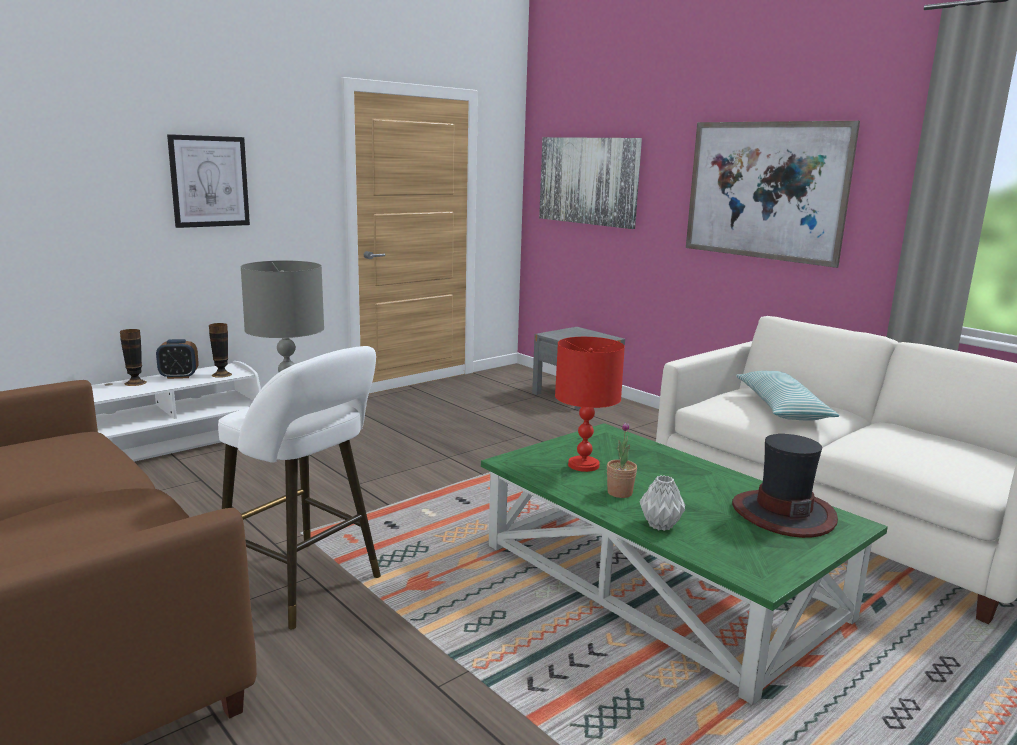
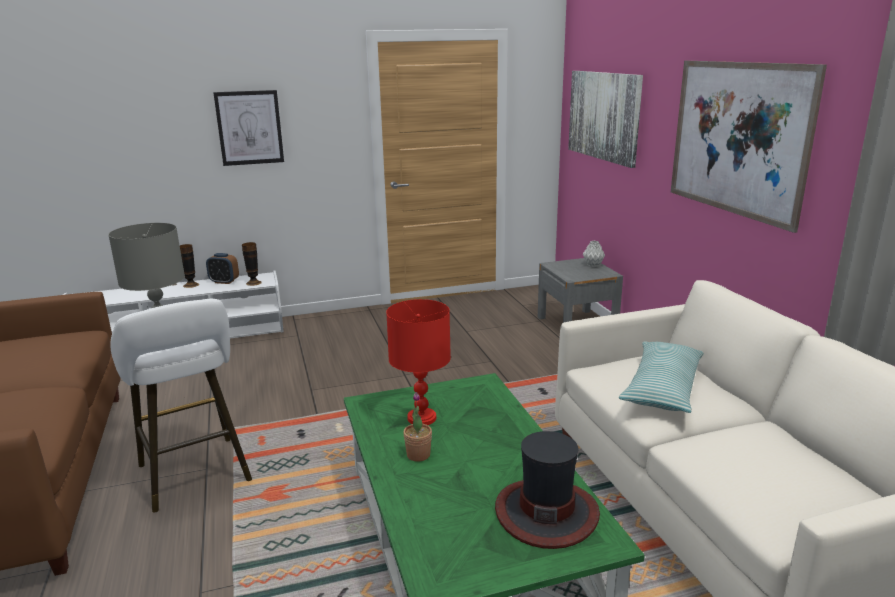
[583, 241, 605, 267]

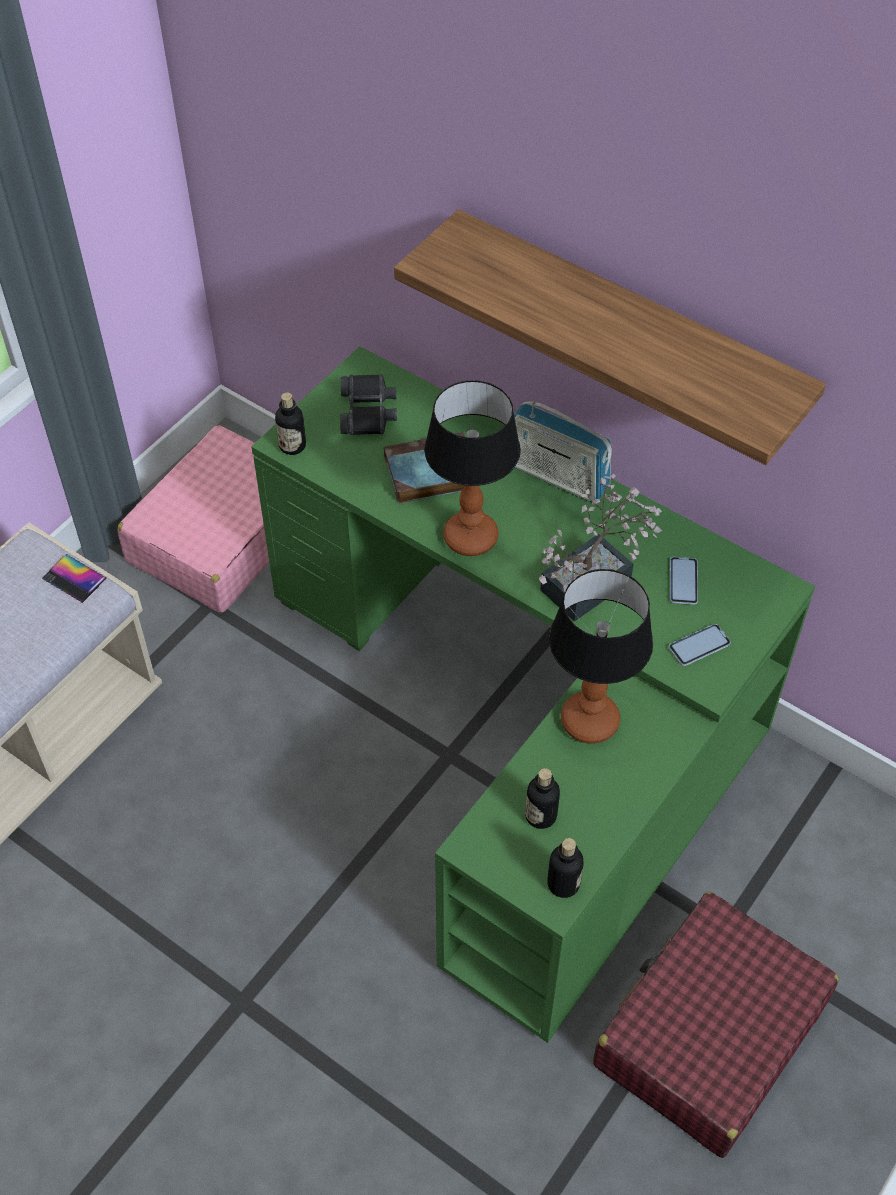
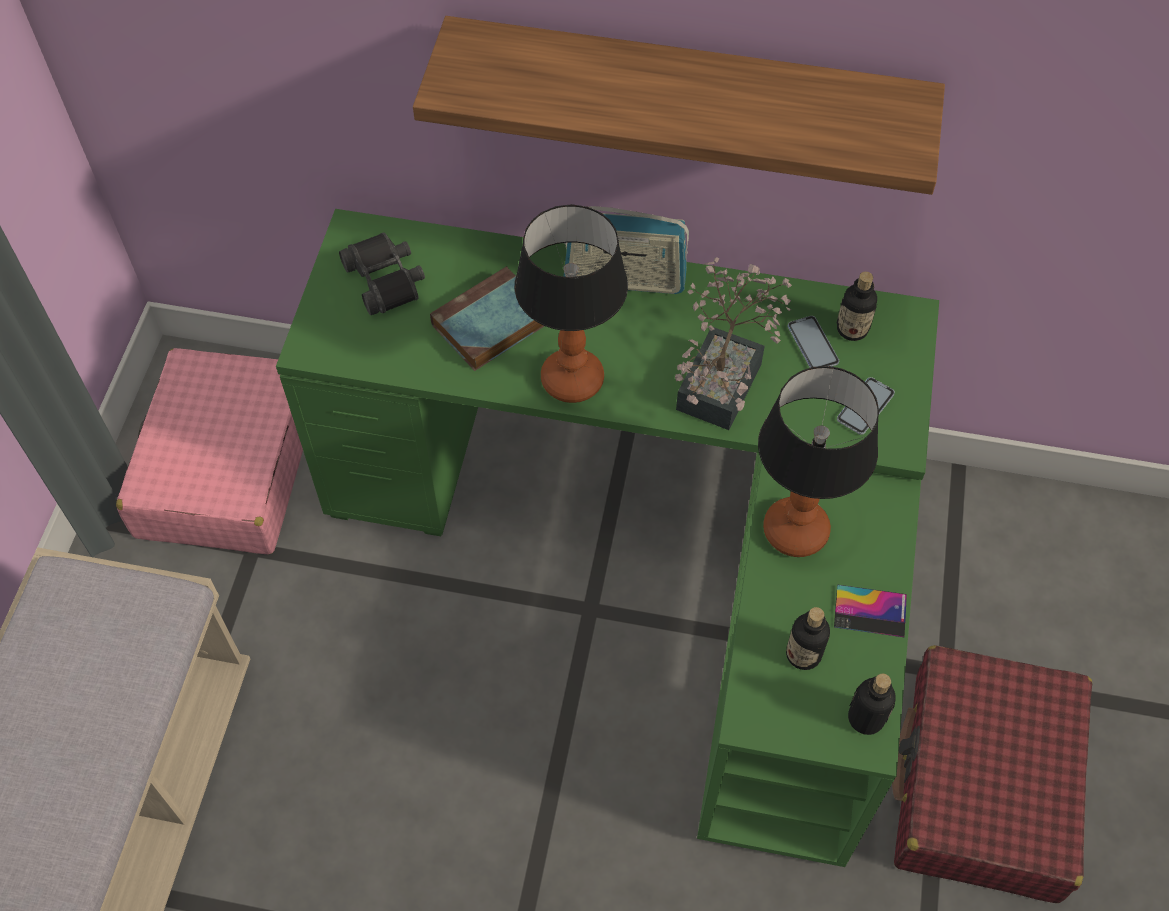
[834, 584, 907, 637]
[837, 272, 877, 341]

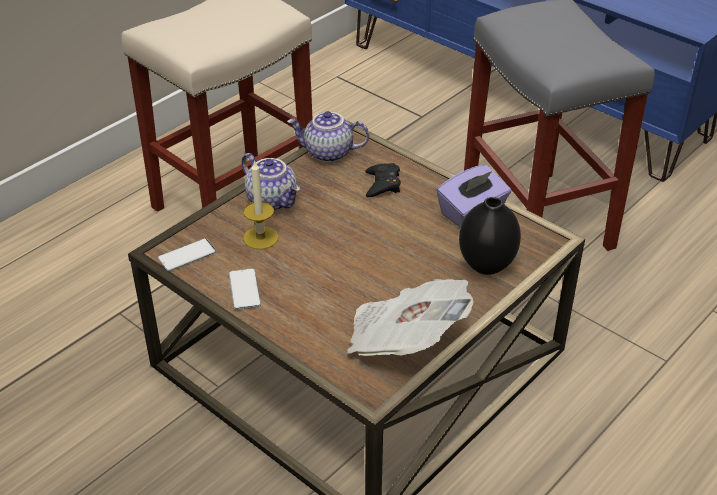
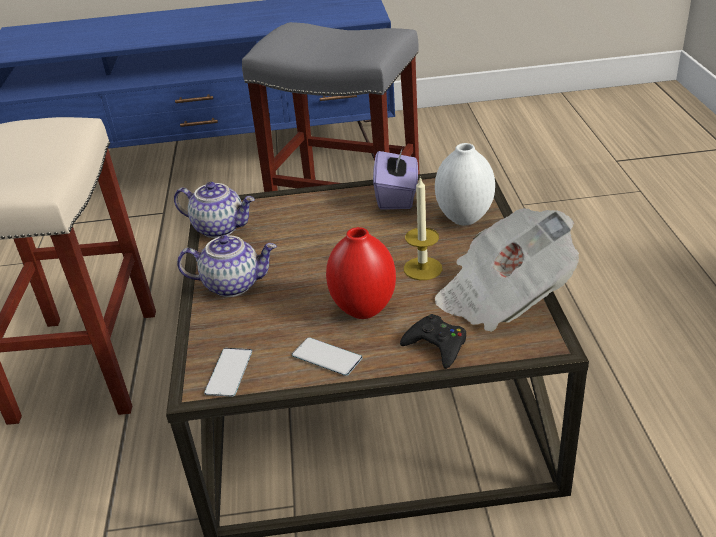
[174, 182, 255, 238]
[326, 227, 396, 319]
[400, 314, 466, 369]
[404, 176, 442, 280]
[435, 143, 495, 225]

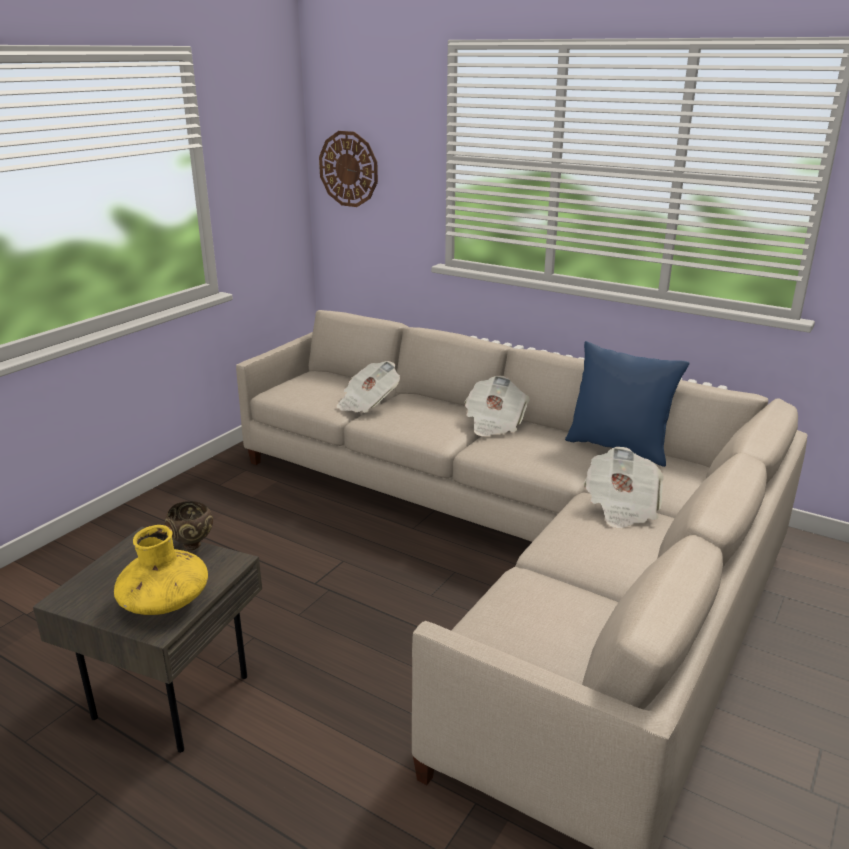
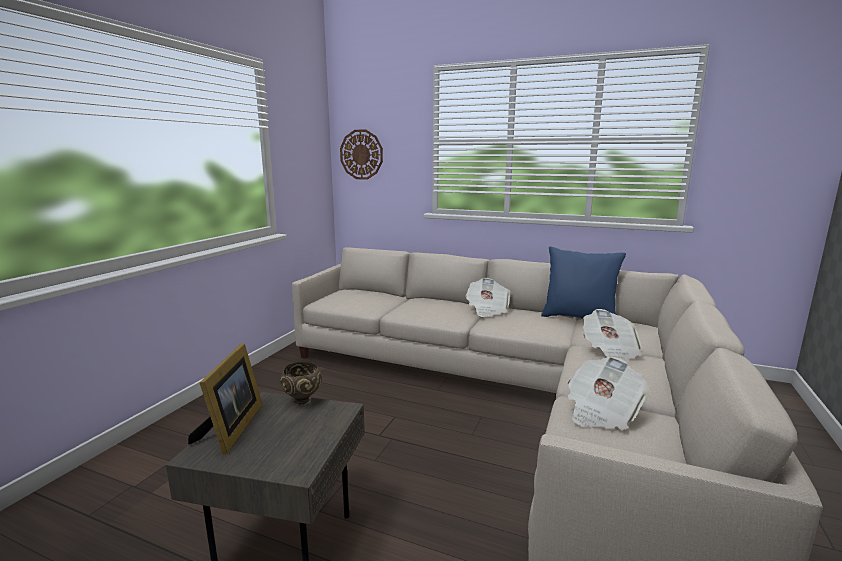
[188, 343, 262, 455]
[567, 357, 650, 430]
[114, 525, 208, 615] (first image)

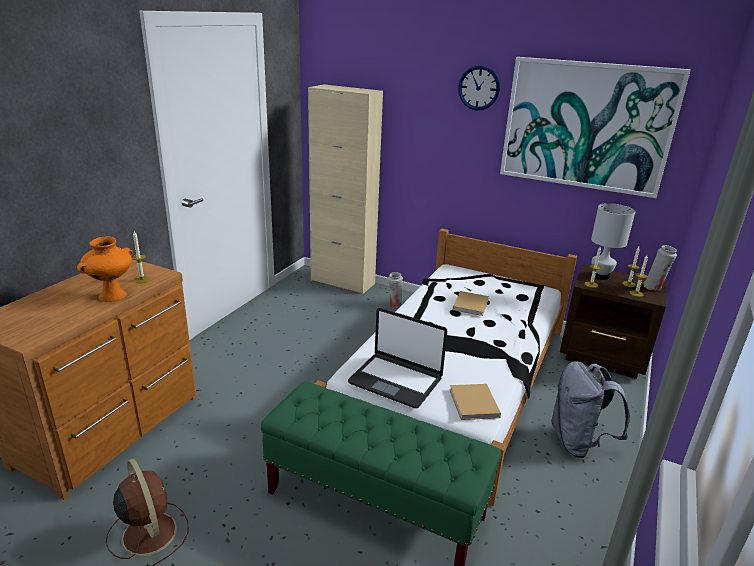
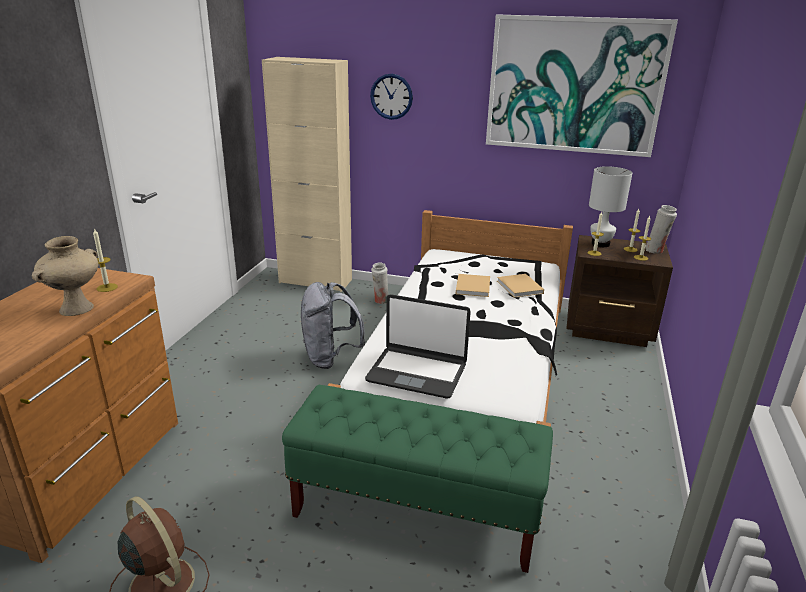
[32, 236, 99, 316]
[301, 282, 365, 369]
[370, 74, 413, 120]
[497, 274, 544, 298]

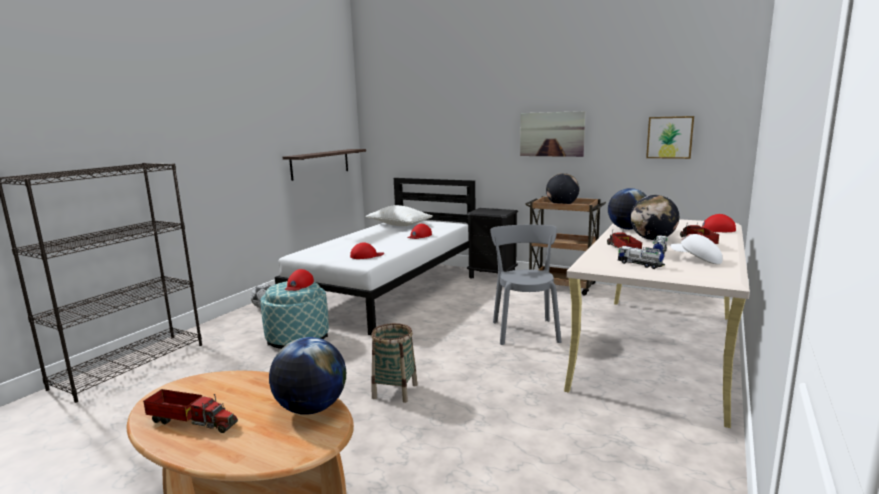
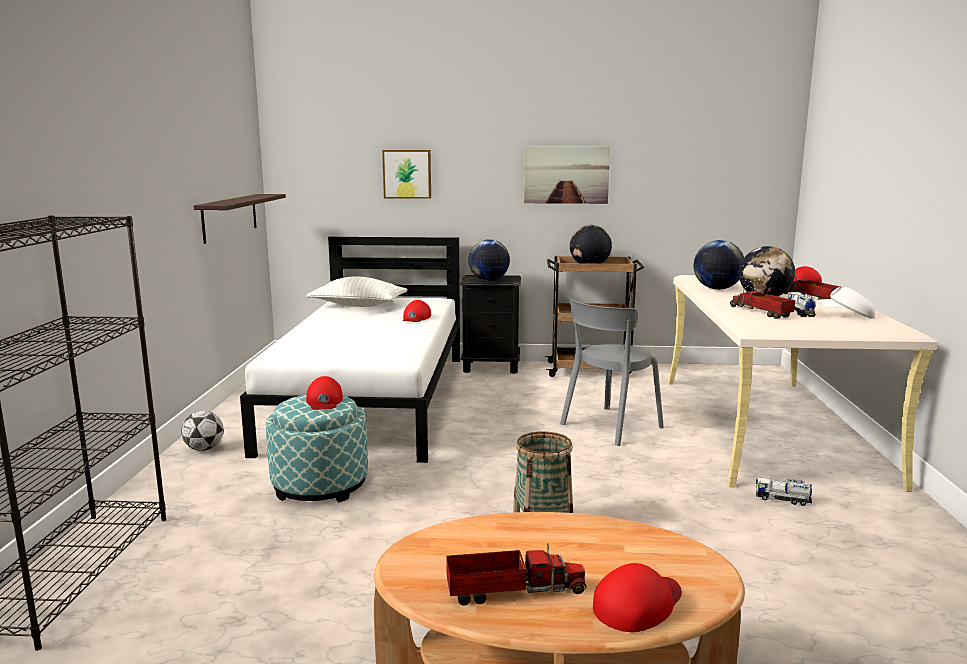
[382, 150, 431, 199]
[469, 239, 510, 281]
[560, 295, 664, 446]
[593, 563, 682, 632]
[756, 477, 812, 506]

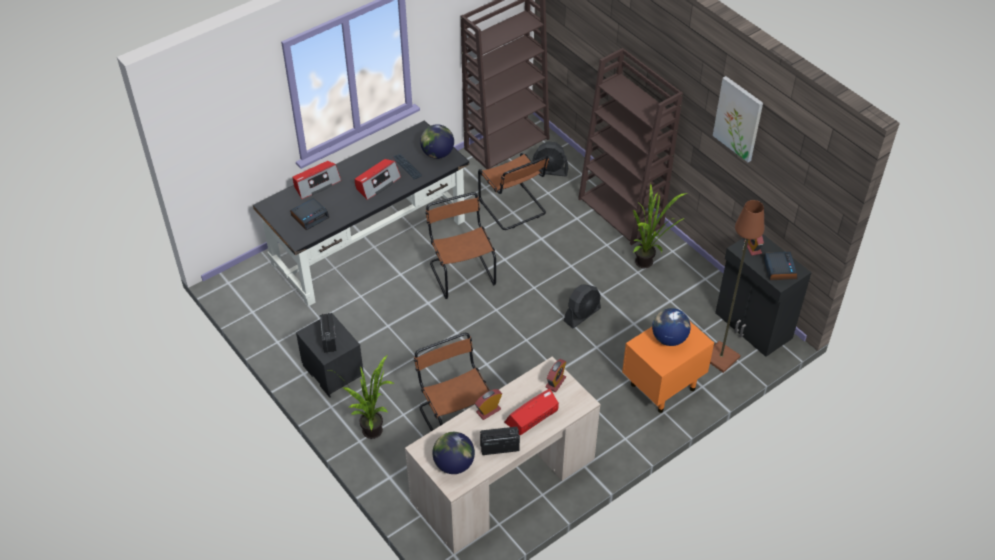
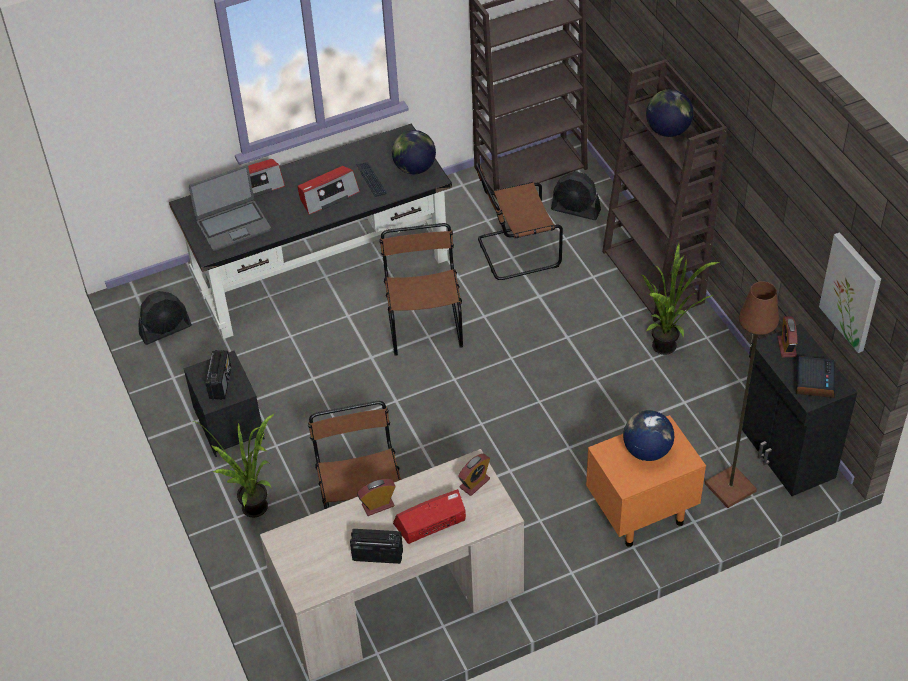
[139, 291, 192, 345]
[189, 165, 271, 251]
[476, 163, 563, 280]
[646, 89, 693, 137]
[819, 232, 881, 353]

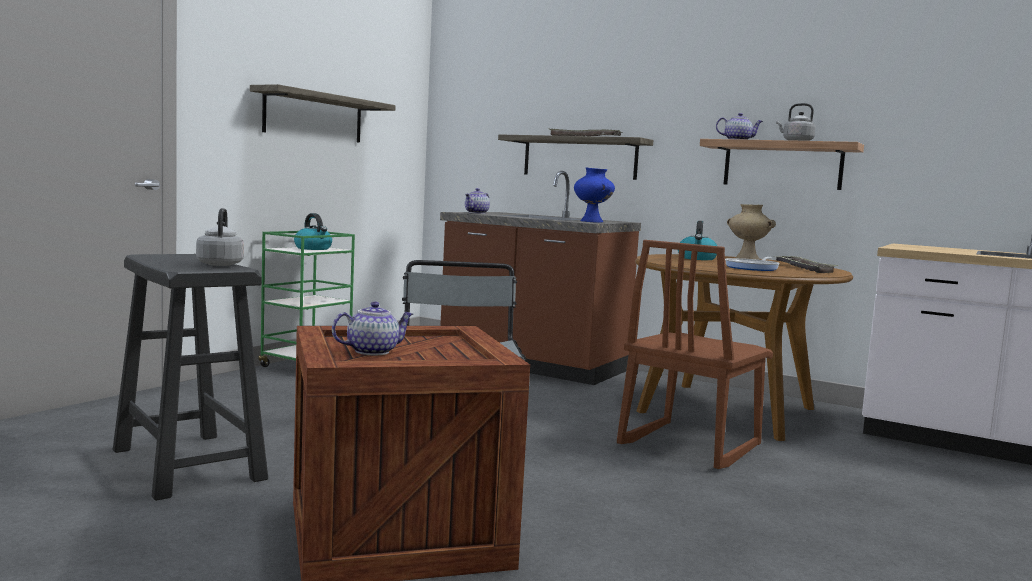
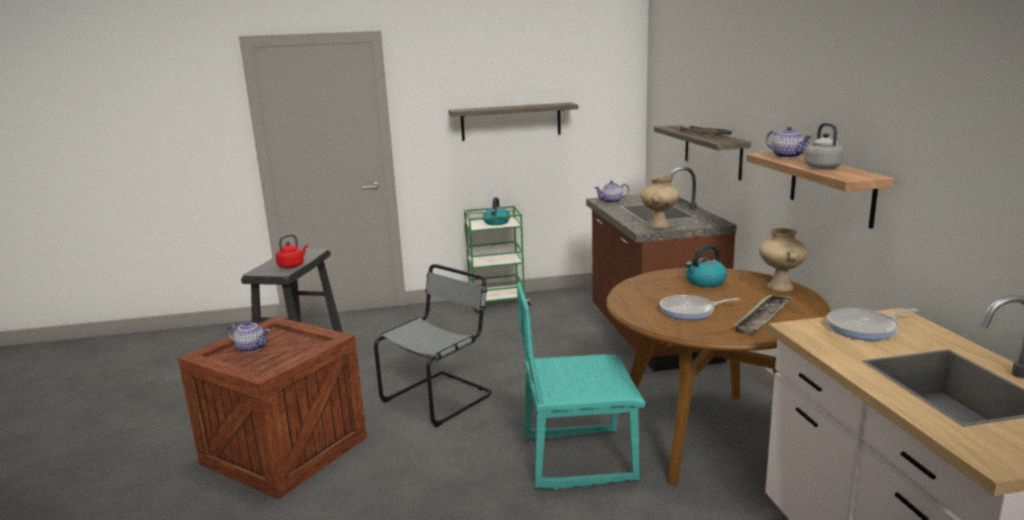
[276, 234, 308, 268]
[517, 282, 646, 489]
[641, 176, 680, 229]
[826, 308, 918, 340]

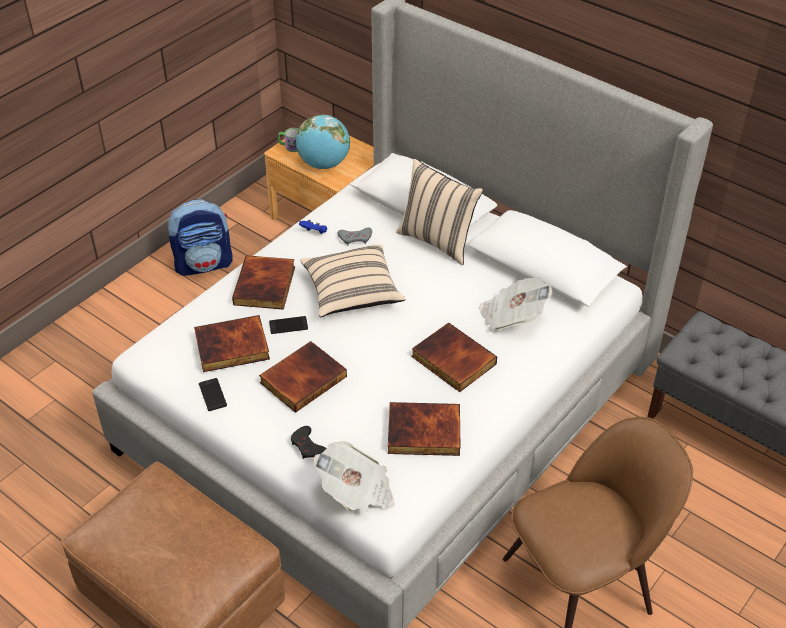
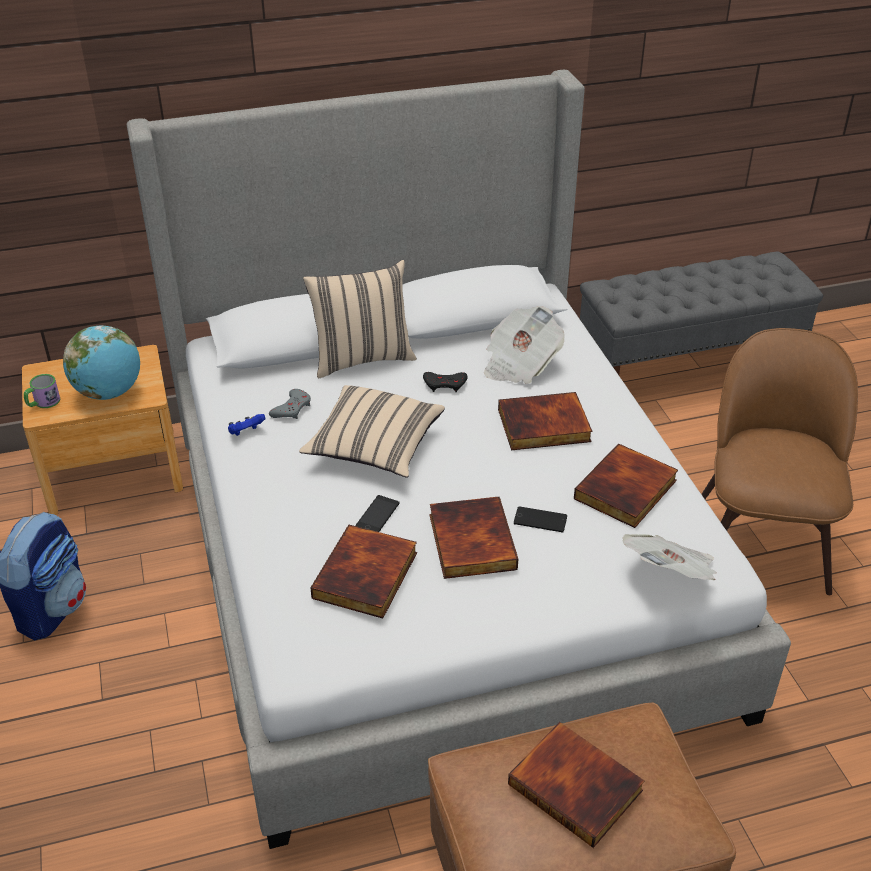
[423, 372, 468, 392]
[508, 722, 645, 848]
[514, 506, 567, 532]

